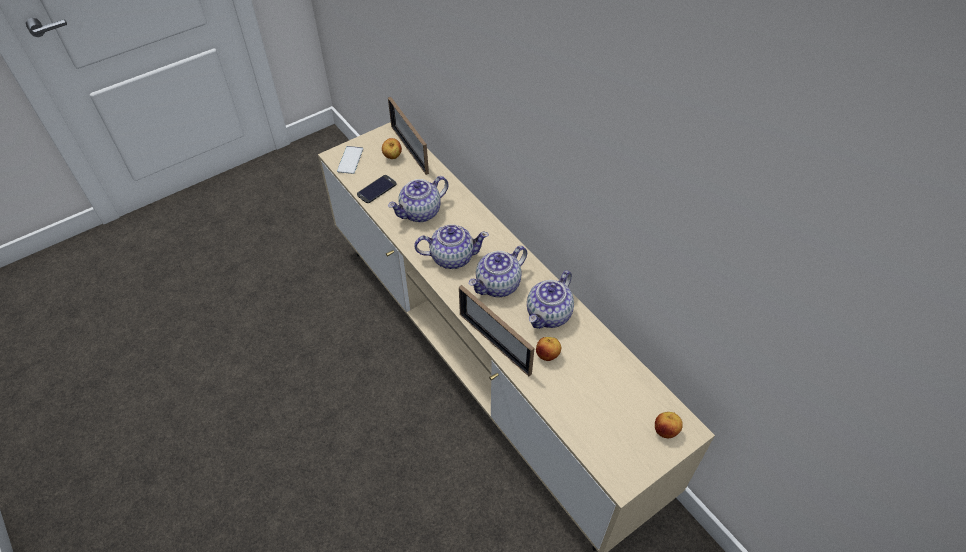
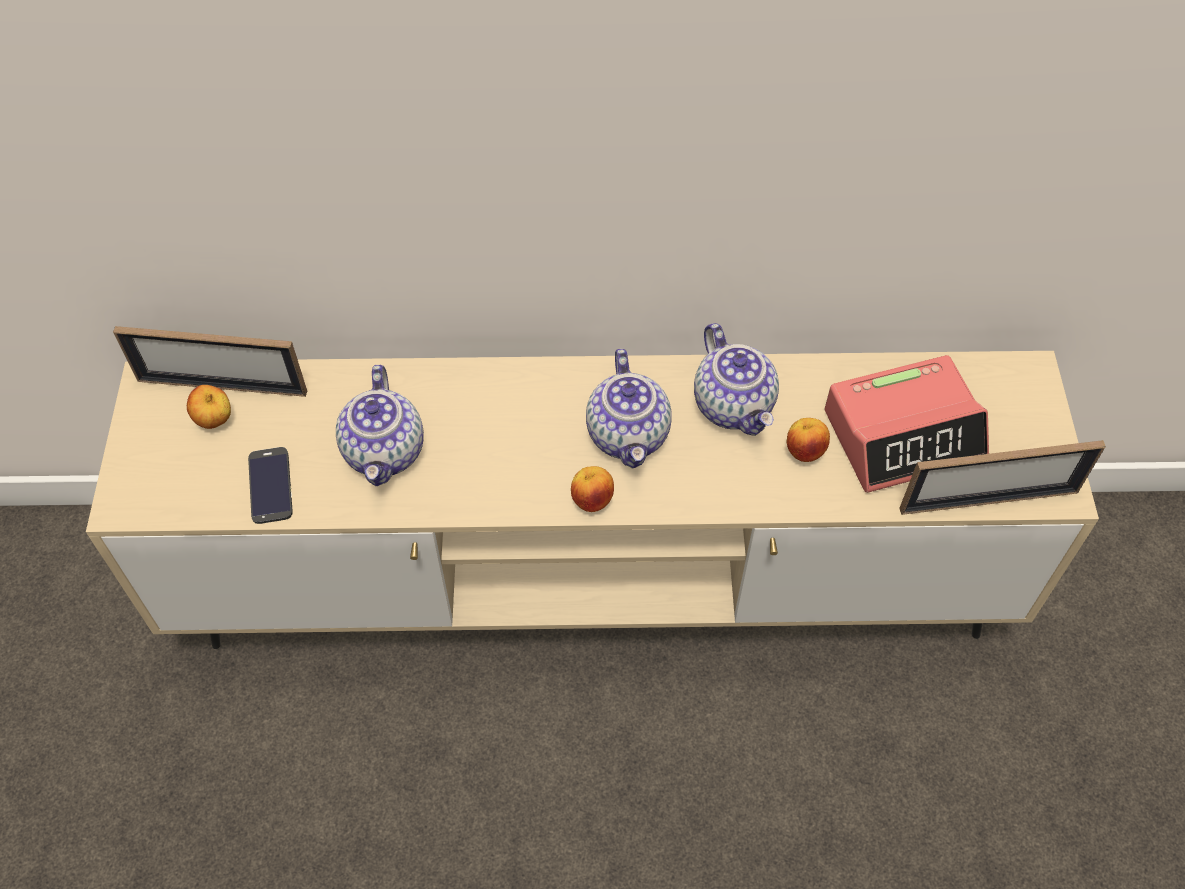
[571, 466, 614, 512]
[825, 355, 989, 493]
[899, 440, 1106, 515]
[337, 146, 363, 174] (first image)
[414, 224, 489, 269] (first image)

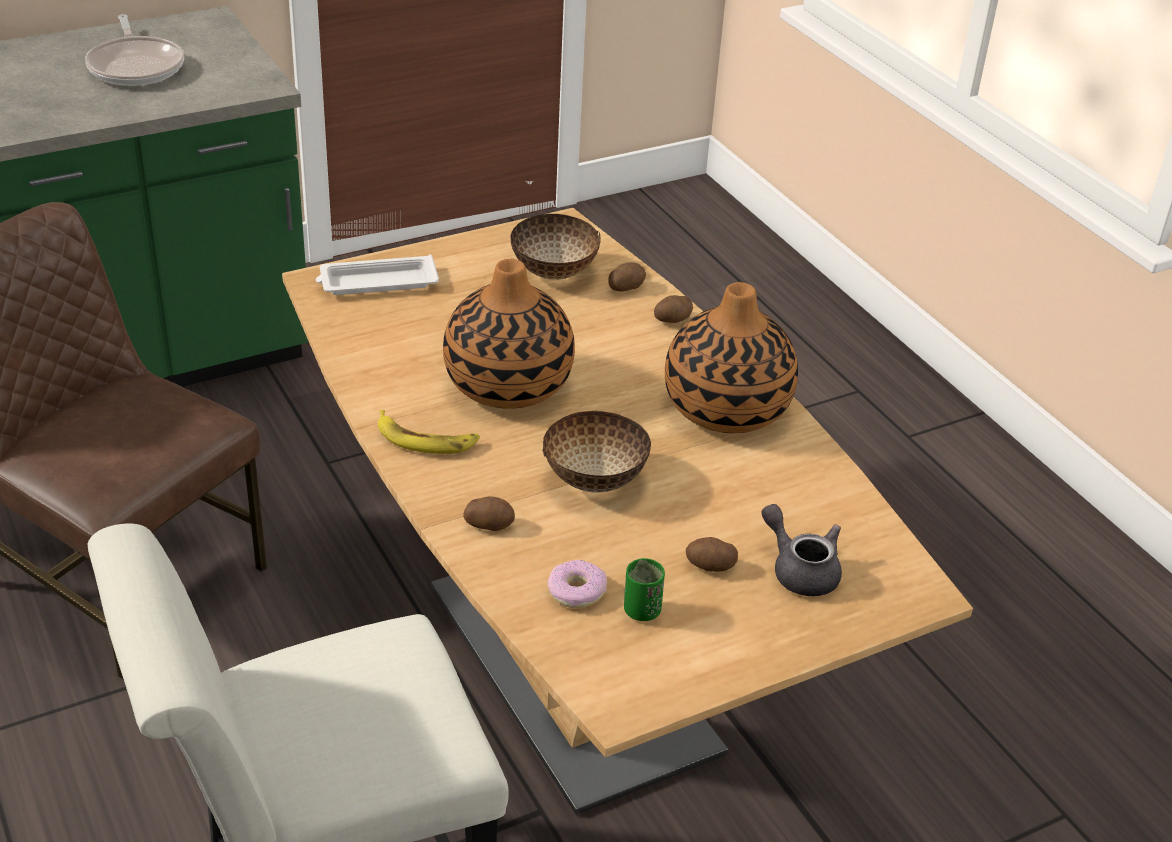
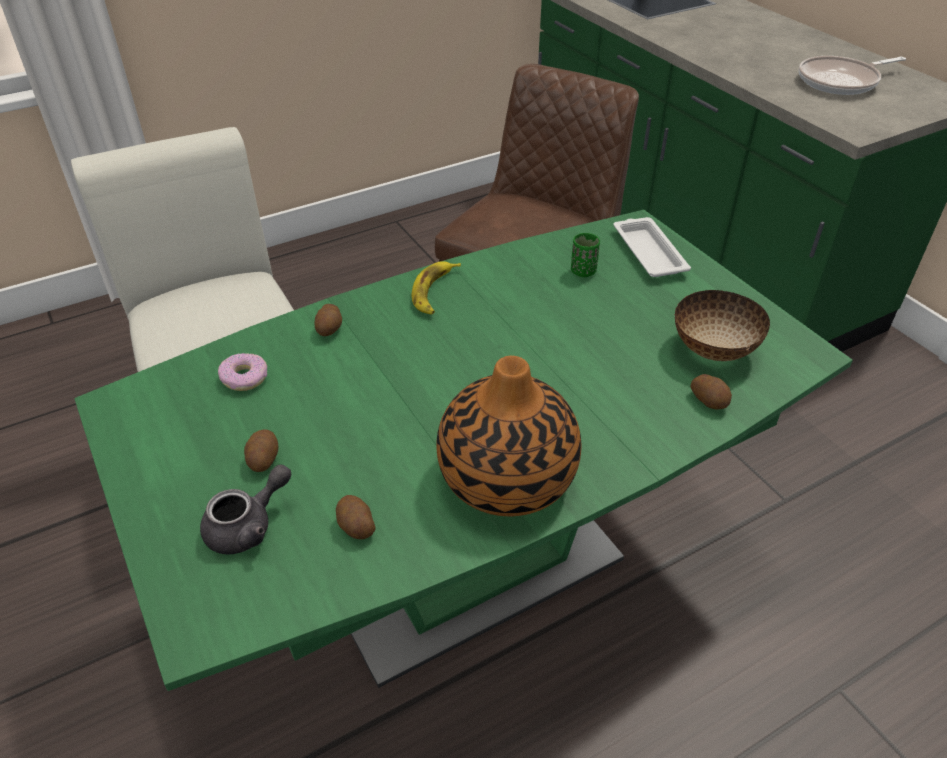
[74, 210, 853, 691]
[336, 495, 375, 539]
[571, 233, 600, 277]
[443, 259, 575, 409] (first image)
[543, 410, 651, 493] (first image)

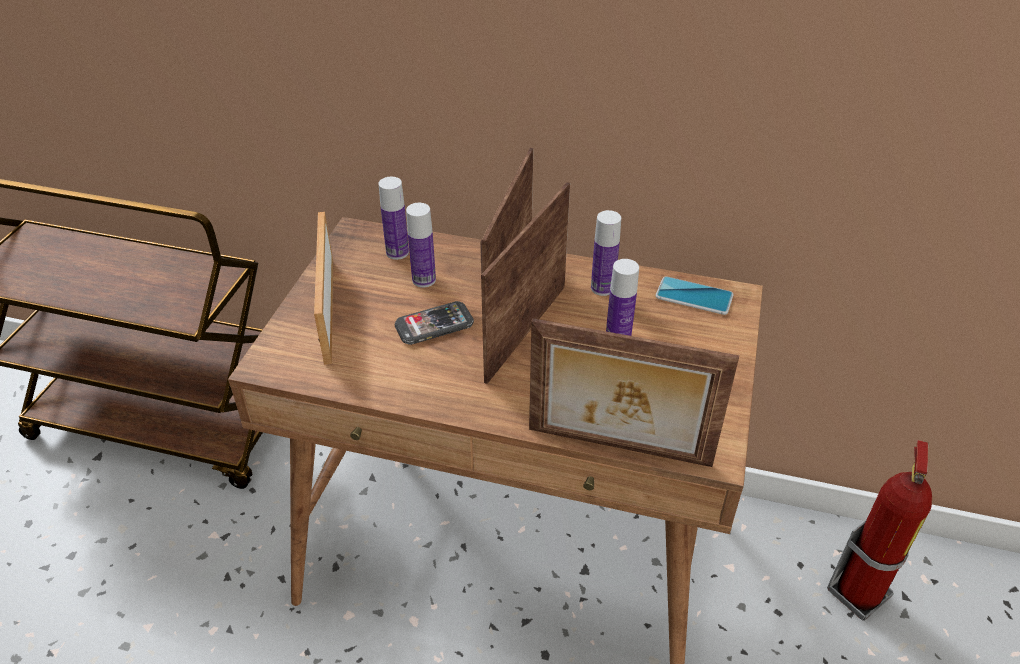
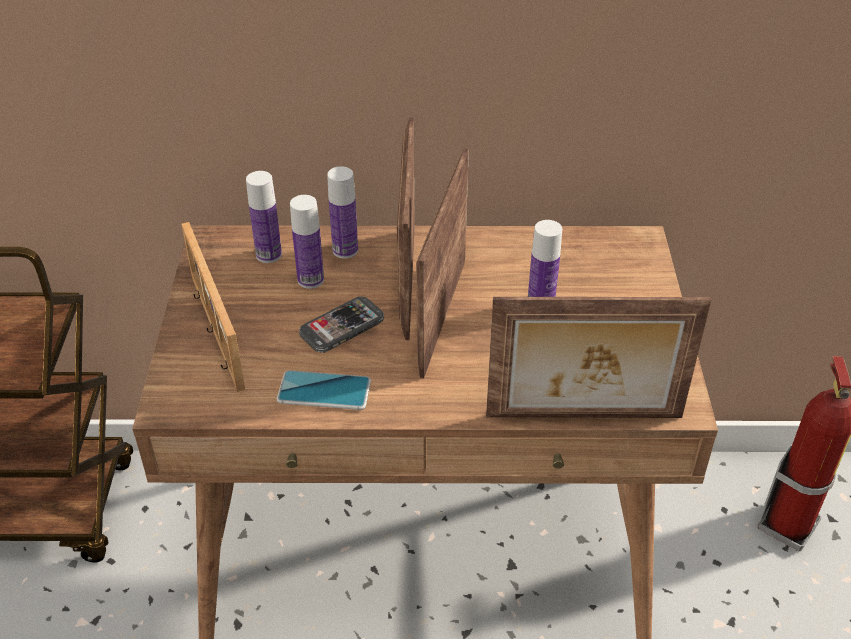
[277, 370, 371, 410]
[327, 166, 358, 259]

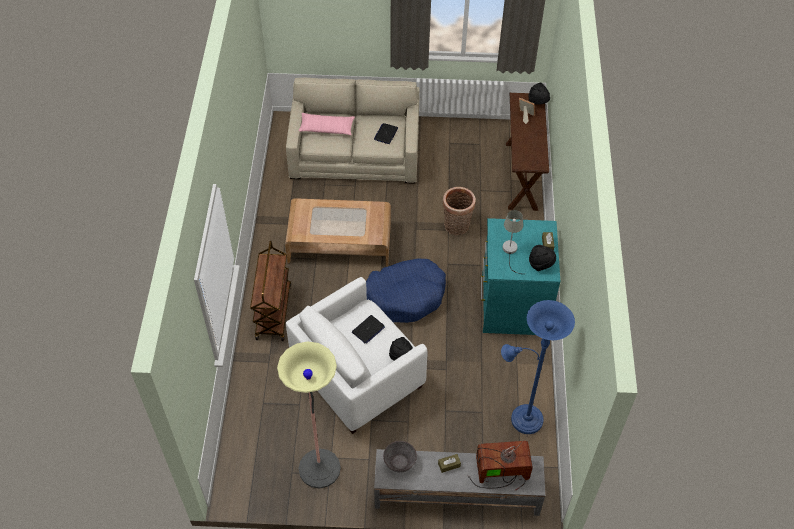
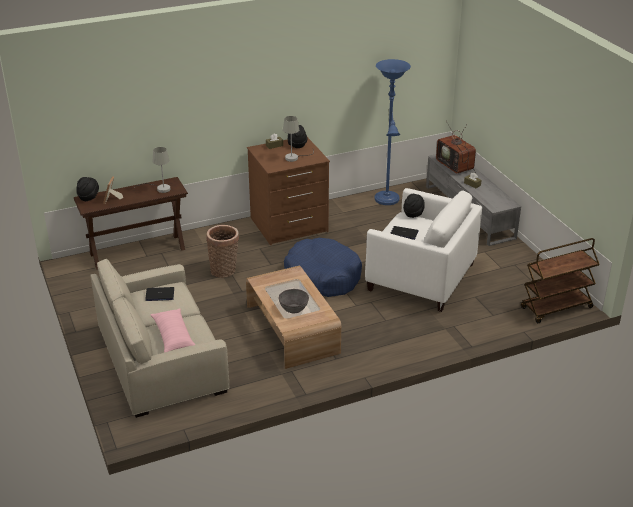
[134, 147, 170, 193]
[247, 137, 330, 245]
[279, 289, 309, 313]
[521, 238, 600, 323]
[277, 341, 341, 489] (first image)

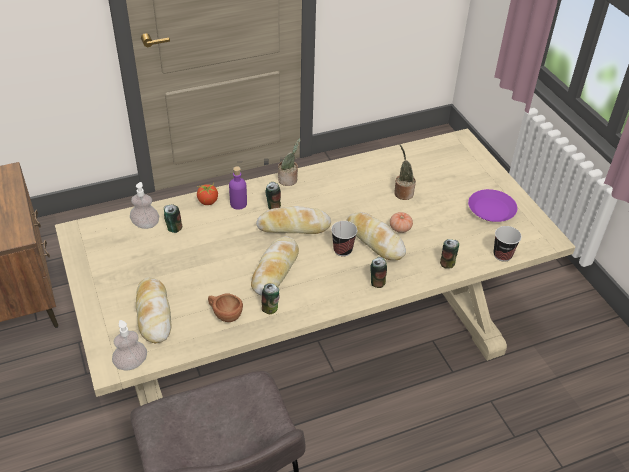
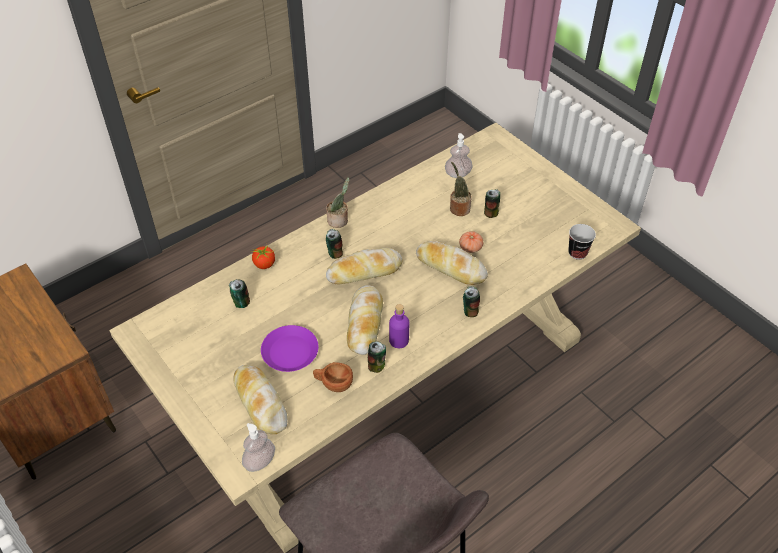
[261, 325, 318, 372]
[389, 304, 409, 348]
[445, 133, 473, 178]
[484, 189, 500, 218]
[331, 221, 357, 256] (first image)

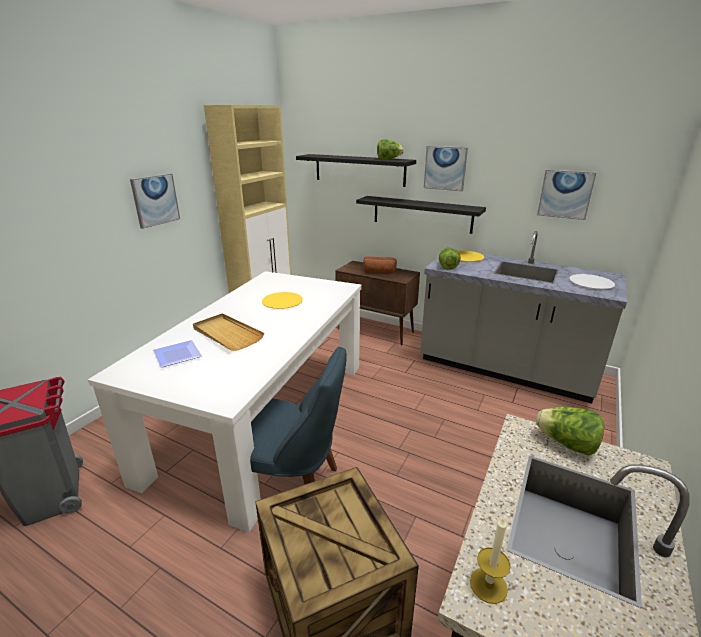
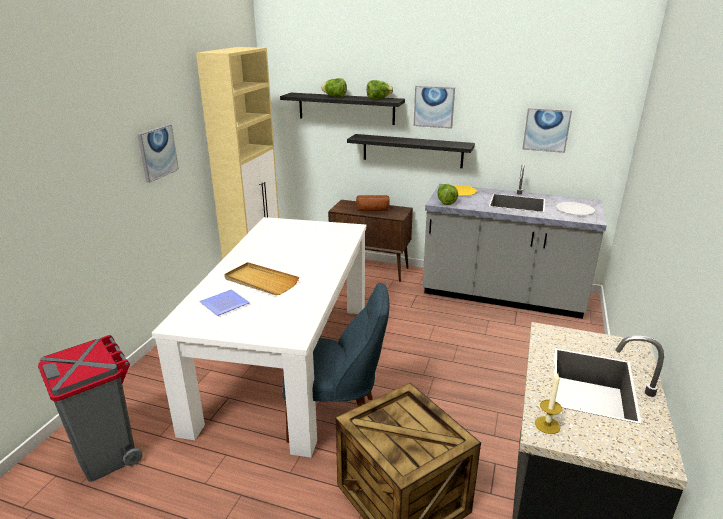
[321, 78, 347, 97]
[262, 292, 303, 309] (first image)

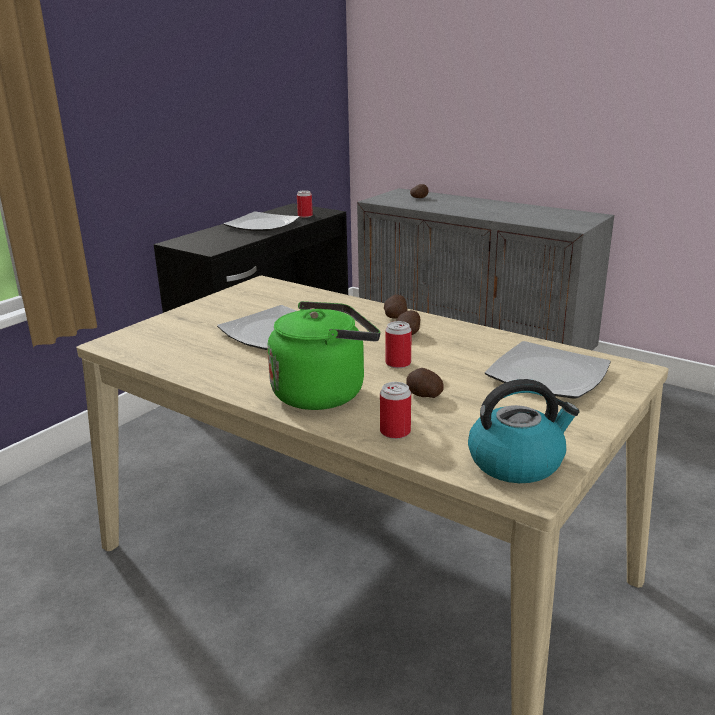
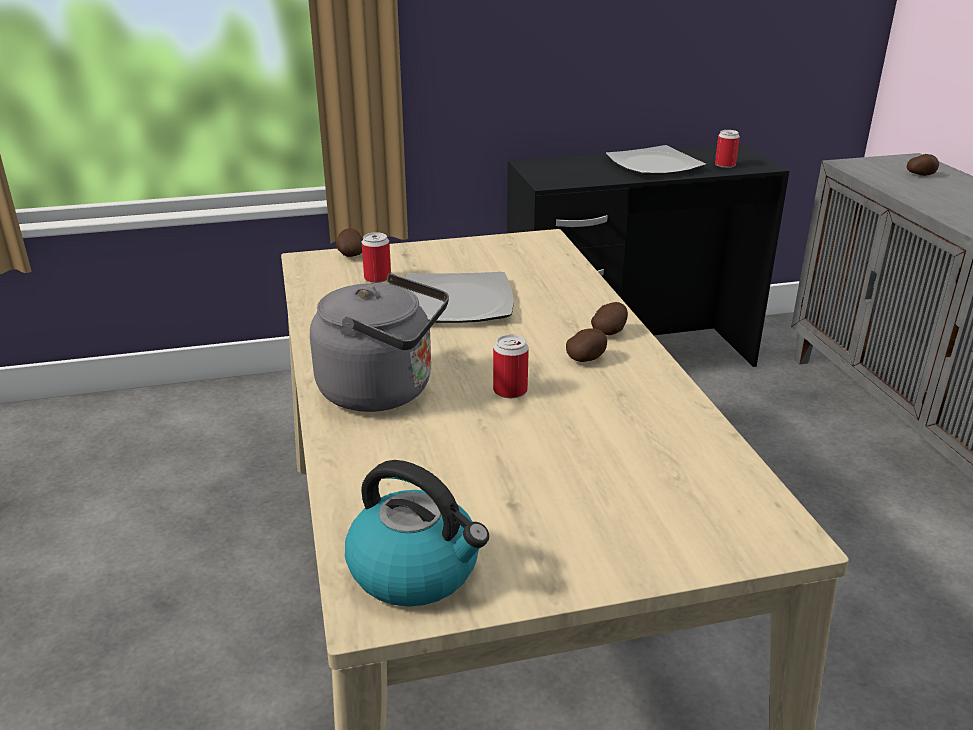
[310, 274, 449, 412]
[336, 228, 363, 257]
[362, 232, 391, 283]
[485, 341, 611, 399] (first image)

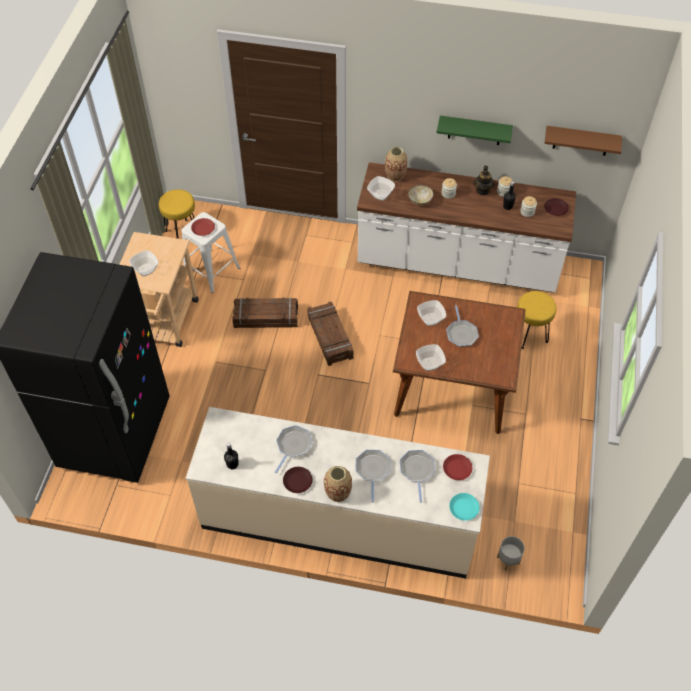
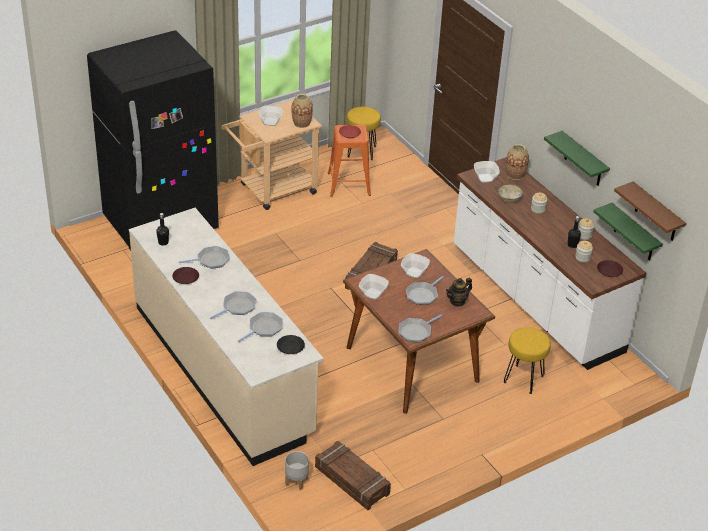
[277, 335, 305, 354]
[291, 94, 313, 128]
[315, 441, 391, 510]
[327, 125, 371, 197]
[399, 314, 442, 342]
[446, 278, 472, 307]
[593, 203, 663, 261]
[449, 493, 480, 521] (first image)

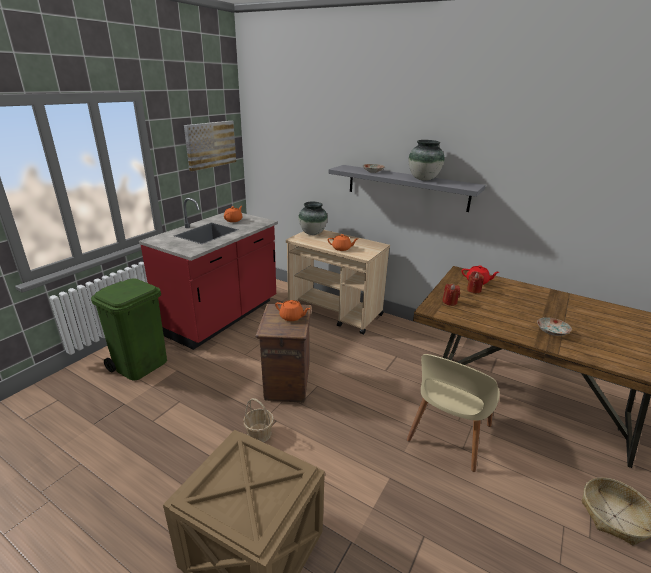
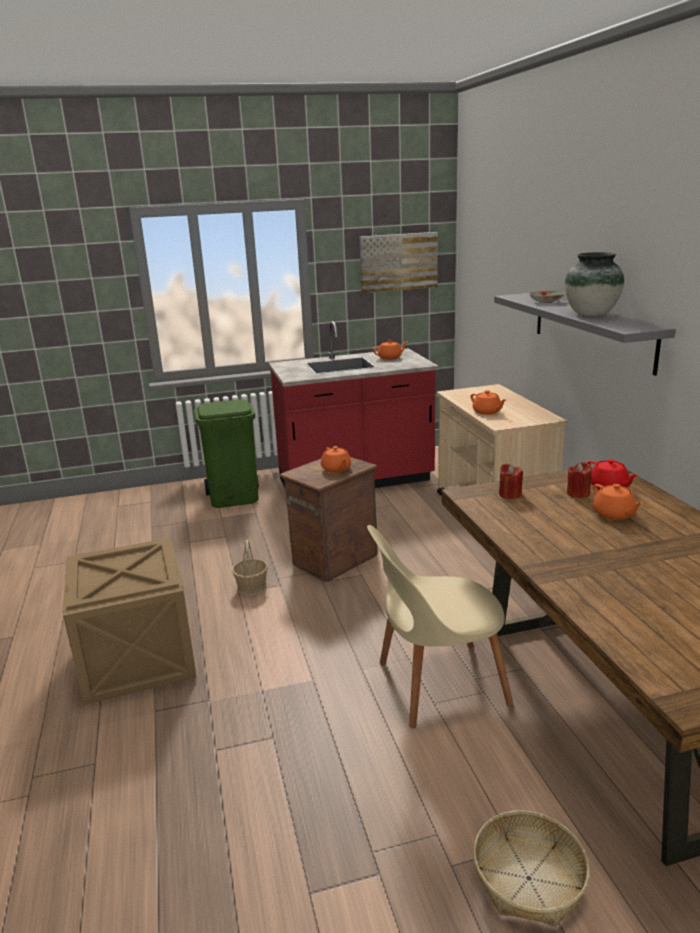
[593, 484, 643, 520]
[298, 201, 328, 235] (first image)
[537, 317, 572, 336] (first image)

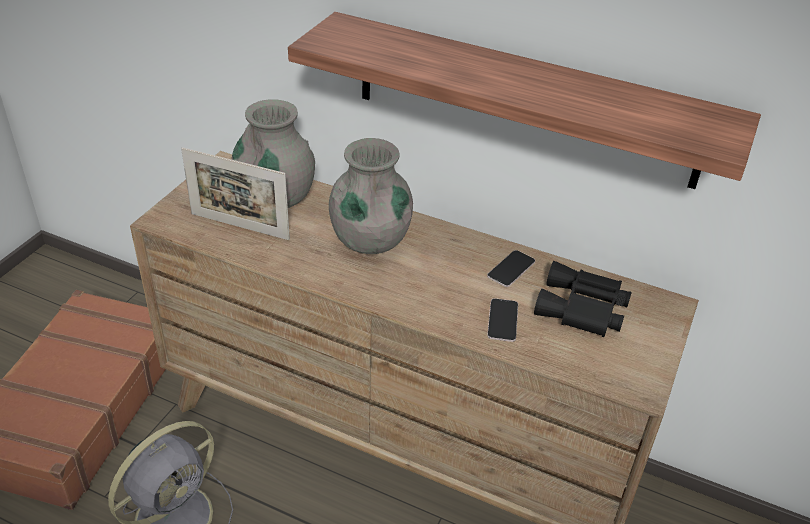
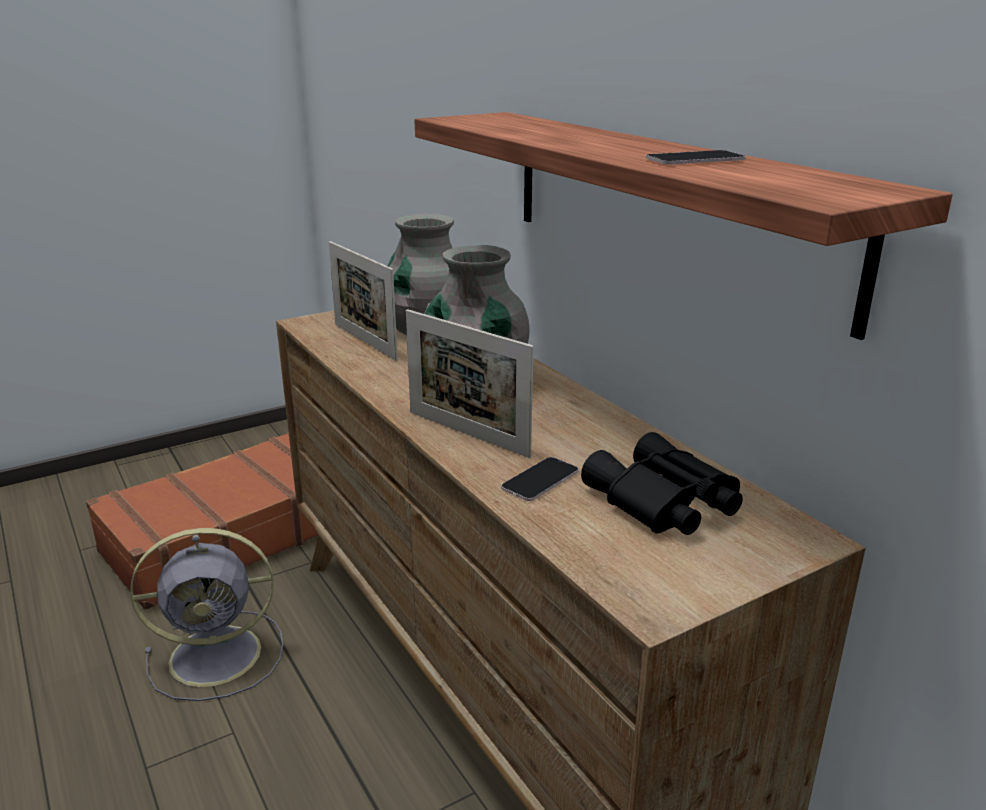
[406, 309, 533, 458]
[646, 150, 746, 165]

